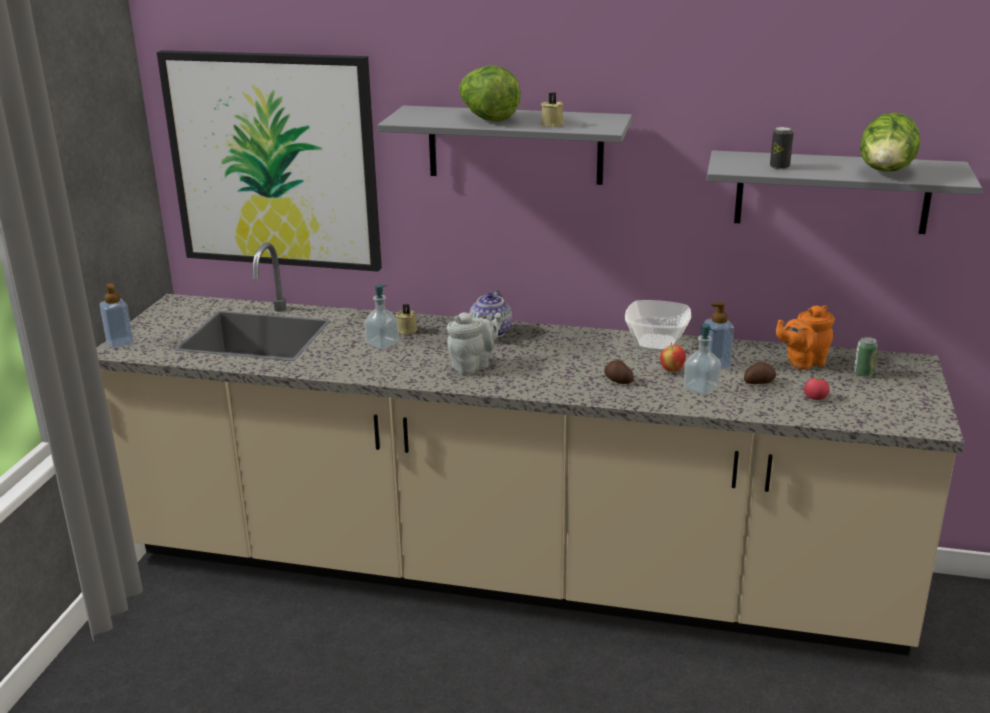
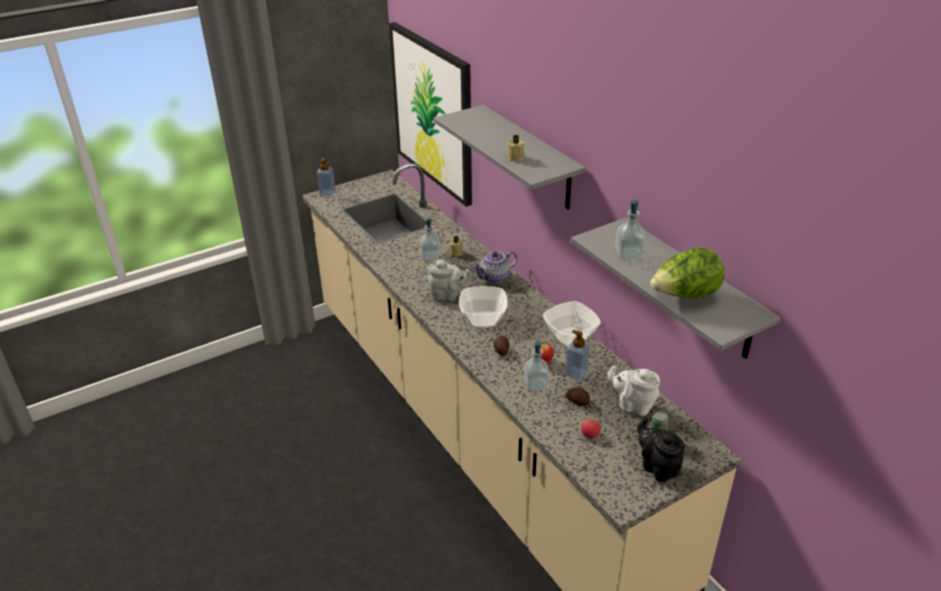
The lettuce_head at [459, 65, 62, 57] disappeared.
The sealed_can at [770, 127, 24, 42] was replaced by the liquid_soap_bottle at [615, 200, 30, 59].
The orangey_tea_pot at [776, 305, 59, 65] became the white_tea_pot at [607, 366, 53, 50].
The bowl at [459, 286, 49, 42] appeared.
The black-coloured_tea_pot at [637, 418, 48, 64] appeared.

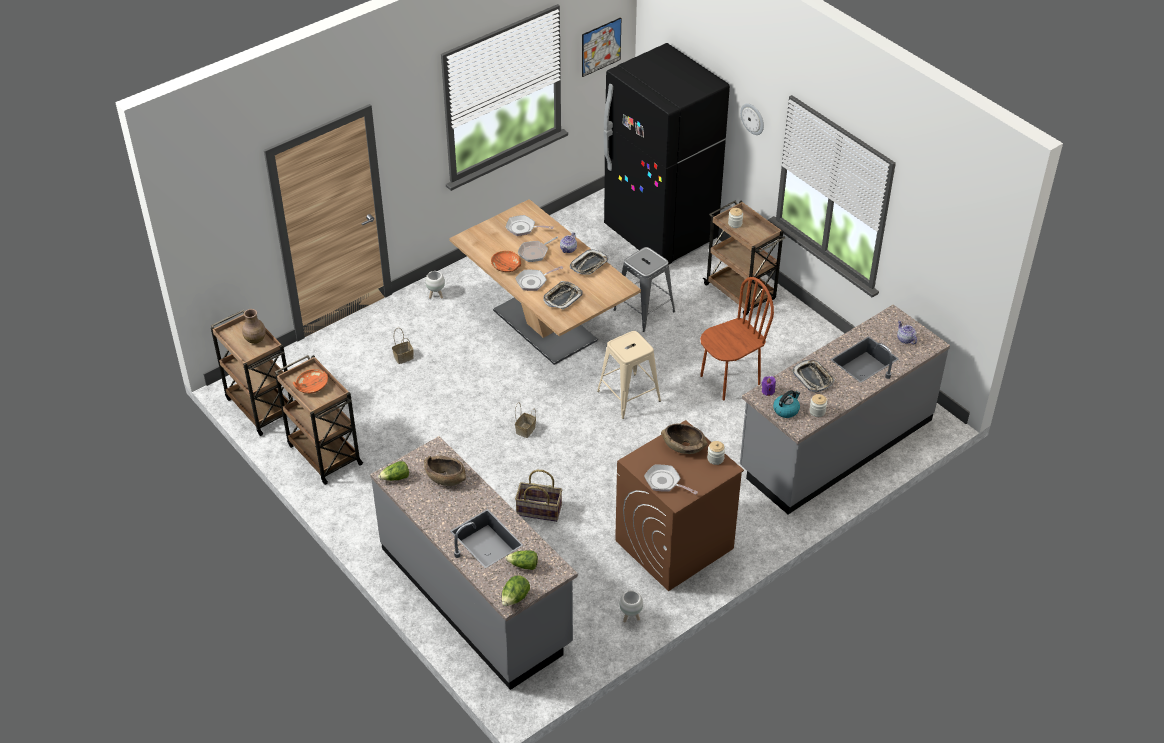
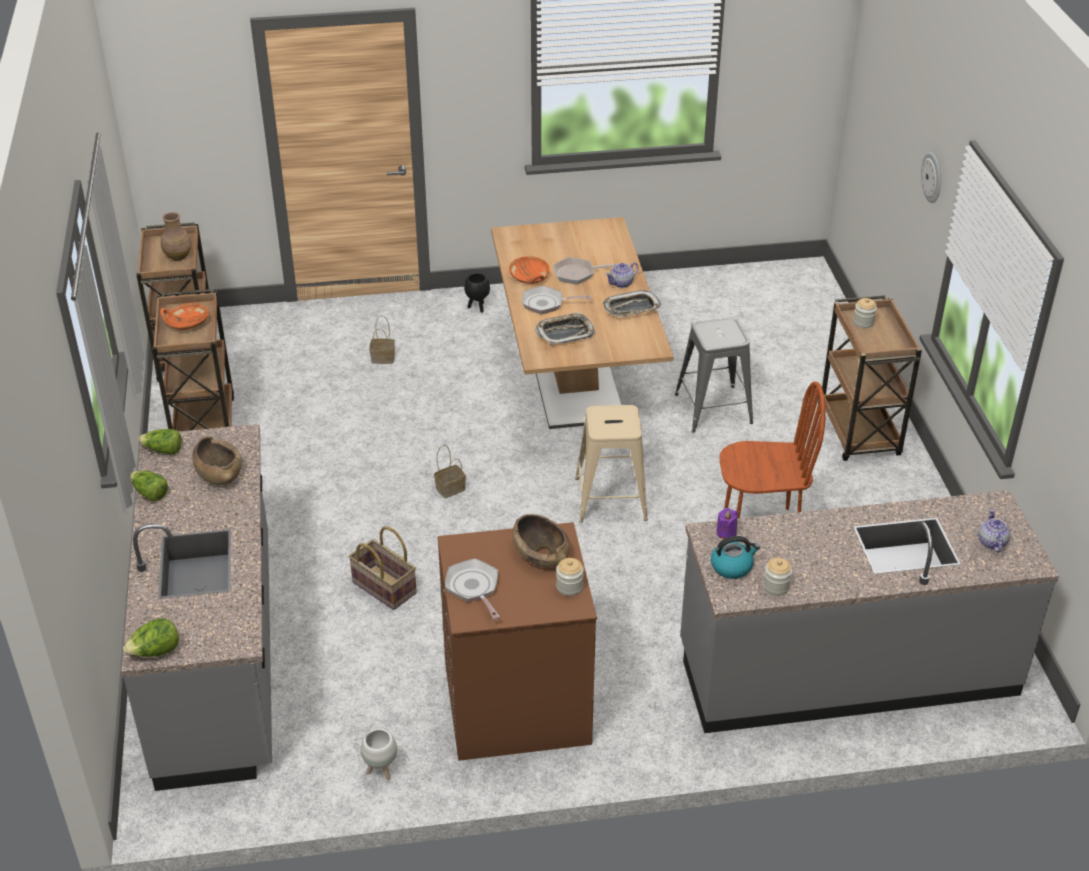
The wall_art at [582, 17, 39, 60] disappeared.
The black-coloured_kitchen_fridge at [604, 43, 126, 221] disappeared.
The skillet at [506, 215, 48, 21] disappeared.
The white_plant_pot at [425, 271, 20, 28] became the black-coloured_plant_pot at [464, 273, 26, 40].
The tray at [792, 360, 43, 33] disappeared.
The lettuce_head moved from [506, 550, 32, 20] to [130, 471, 38, 30].

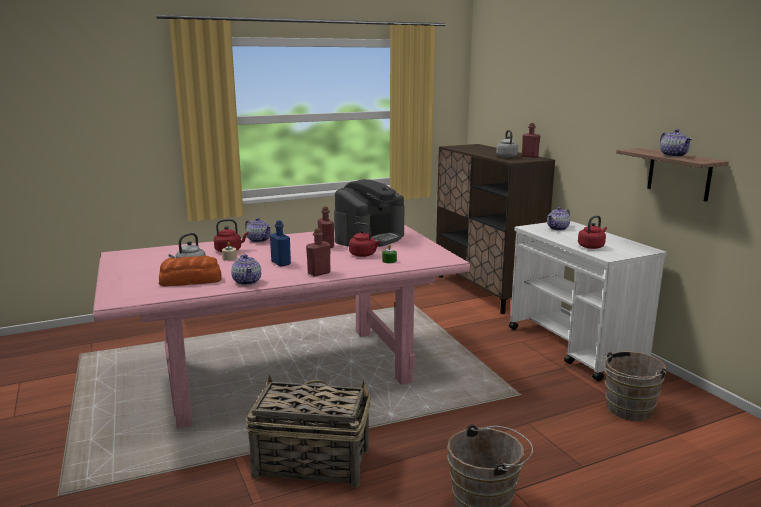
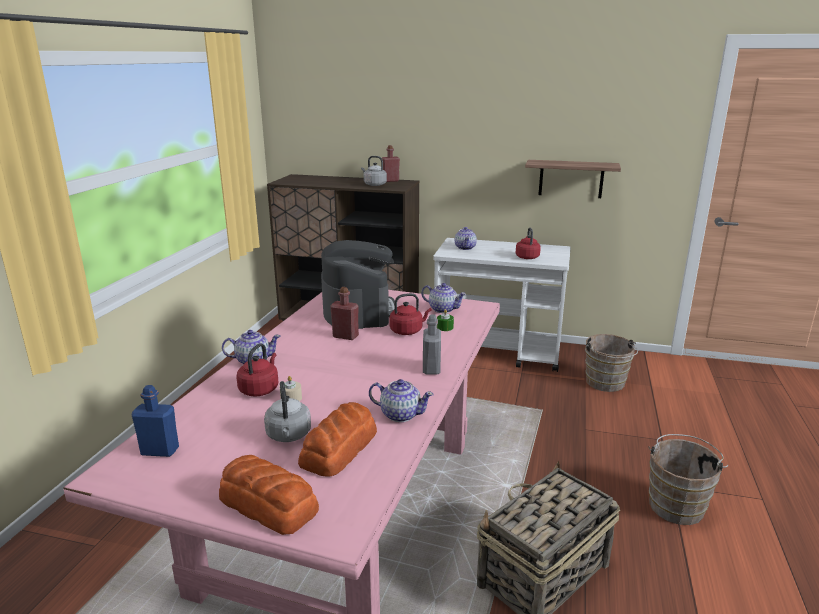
The tea_pot moved from [660, 129, 32, 28] to [421, 283, 45, 30].
The blue-coloured_drink_bottle moved from [270, 220, 21, 46] to [132, 385, 47, 72].
The red_drink_bottle at [306, 228, 25, 48] became the greyish_drink_bottle at [423, 314, 18, 61].
The bakery_bread at [219, 455, 100, 80] appeared.

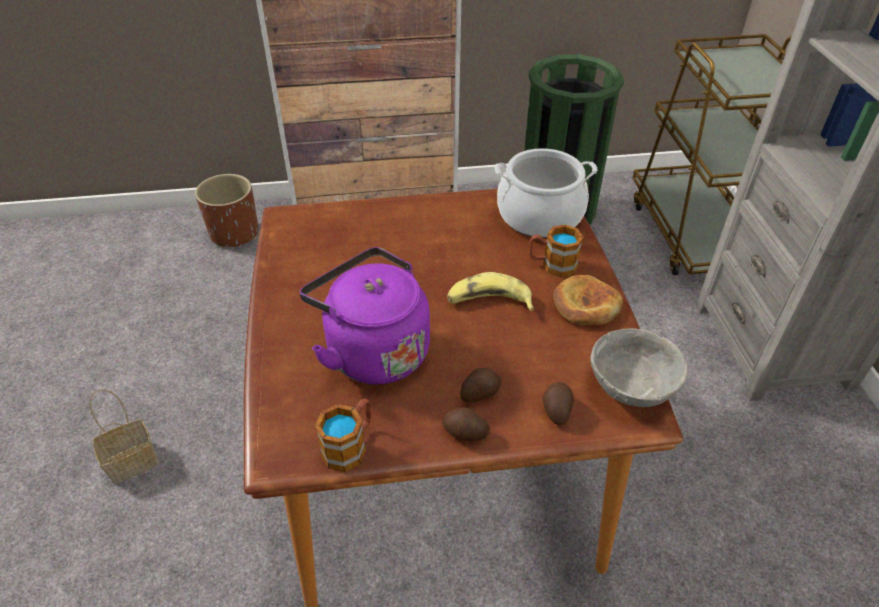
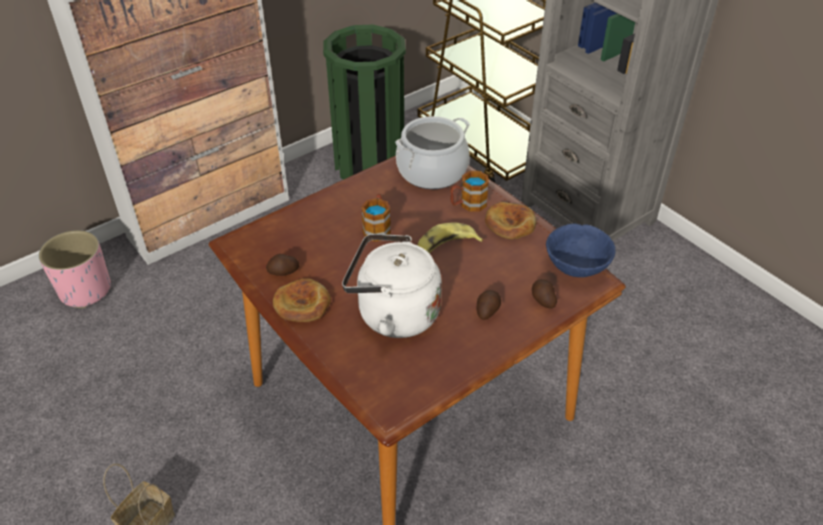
The brown_plant_pot at [195, 174, 64, 74] became the pinkish_plant_pot at [39, 230, 72, 78].
The purplish_tea_kettle at [300, 247, 130, 137] became the white_tea_kettle at [342, 234, 100, 104].
The greyish_bowl at [590, 328, 98, 79] became the blue-coloured_bowl at [546, 224, 70, 53].
The coffee_mug moved from [315, 398, 56, 74] to [361, 194, 30, 48].
The whole_potato moved from [443, 408, 47, 33] to [266, 254, 34, 22].
The bakery_bread at [273, 278, 58, 44] appeared.

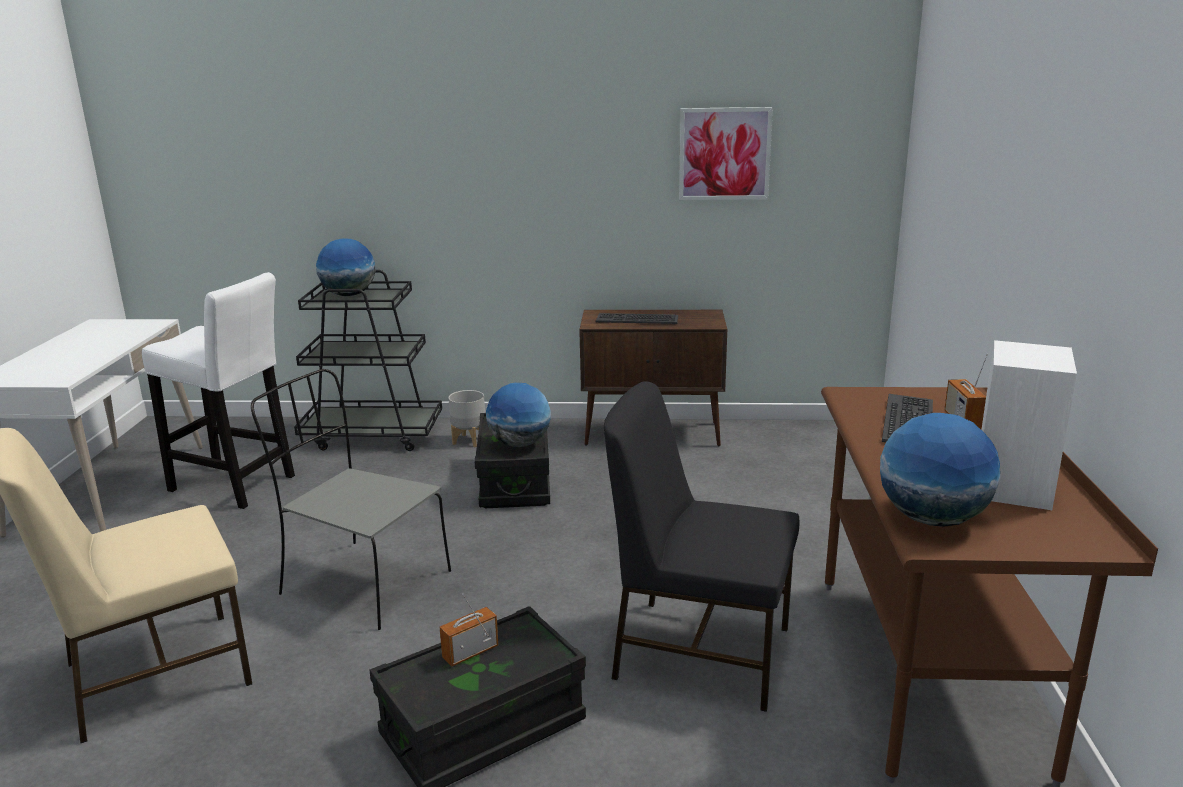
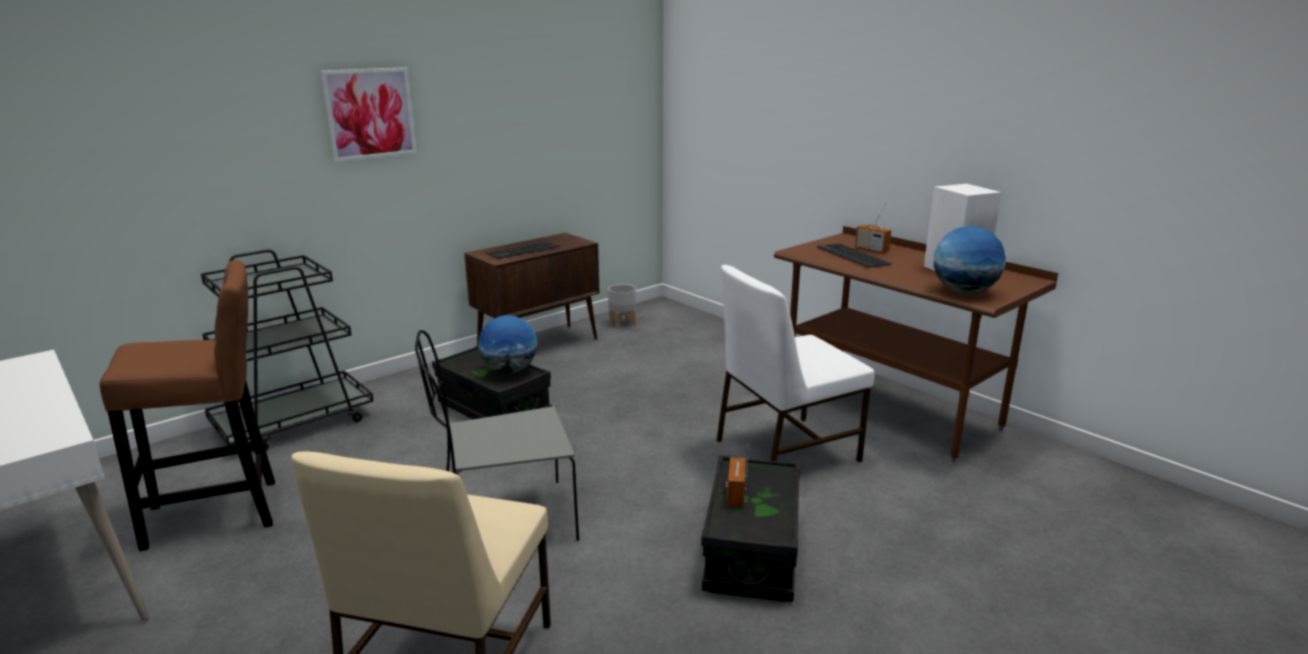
The wall_art moved from [679, 107, 94, 93] to [320, 67, 97, 95].
The world_globe at [316, 238, 60, 58] disappeared.
The white_stool_seat at [142, 272, 153, 237] became the brown_stool_seat at [100, 260, 175, 291].
The black-coloured_chair at [604, 381, 195, 331] became the white_chair at [717, 265, 157, 197].
The greyish_plant_pot moved from [448, 390, 37, 57] to [608, 284, 28, 45].

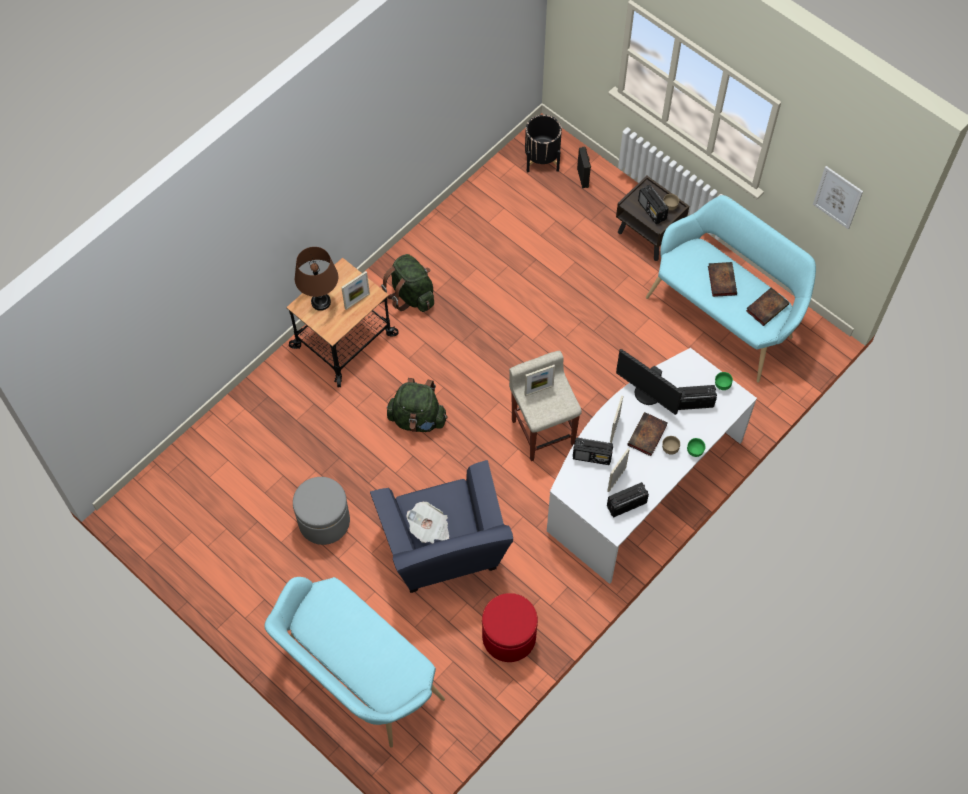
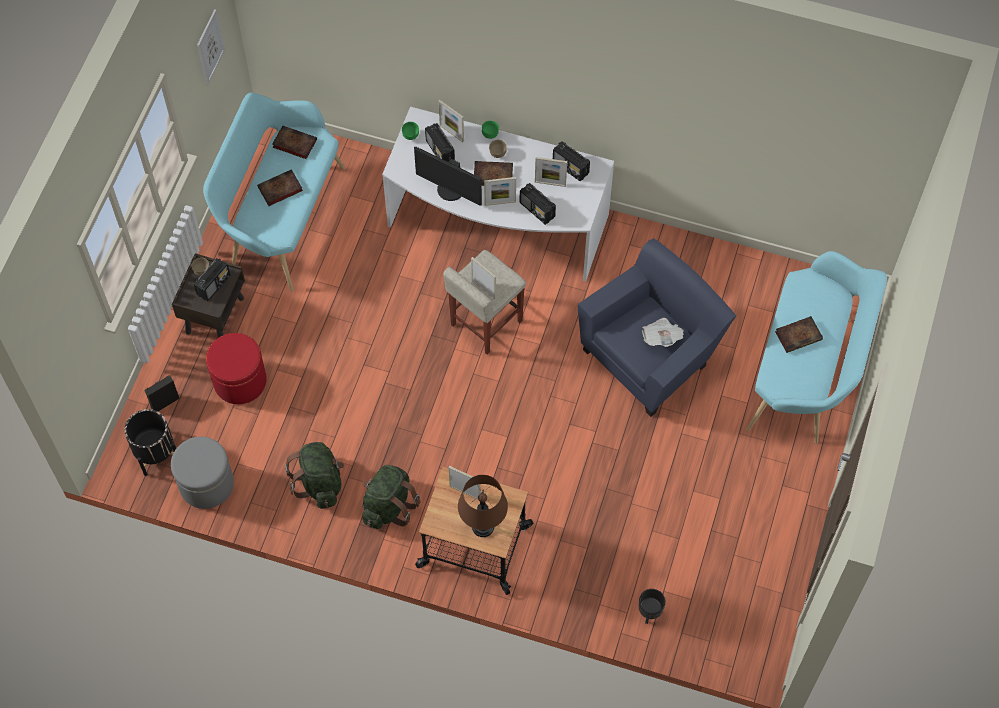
The computer_display at [616, 349, 66, 66] turned 105 degrees clockwise.
The green_knapsack moved from [387, 378, 61, 54] to [285, 442, 59, 67].
The radio_set at [573, 437, 40, 28] turned 150 degrees clockwise.
The greyish_ottoman moved from [293, 477, 57, 68] to [171, 437, 63, 72].
The red_ottoman moved from [482, 593, 56, 69] to [206, 333, 61, 71].
The standing_frame at [438, 100, 26, 42] appeared.
The book at [775, 316, 48, 37] appeared.
The black-coloured_plant_pot at [639, 589, 27, 35] appeared.

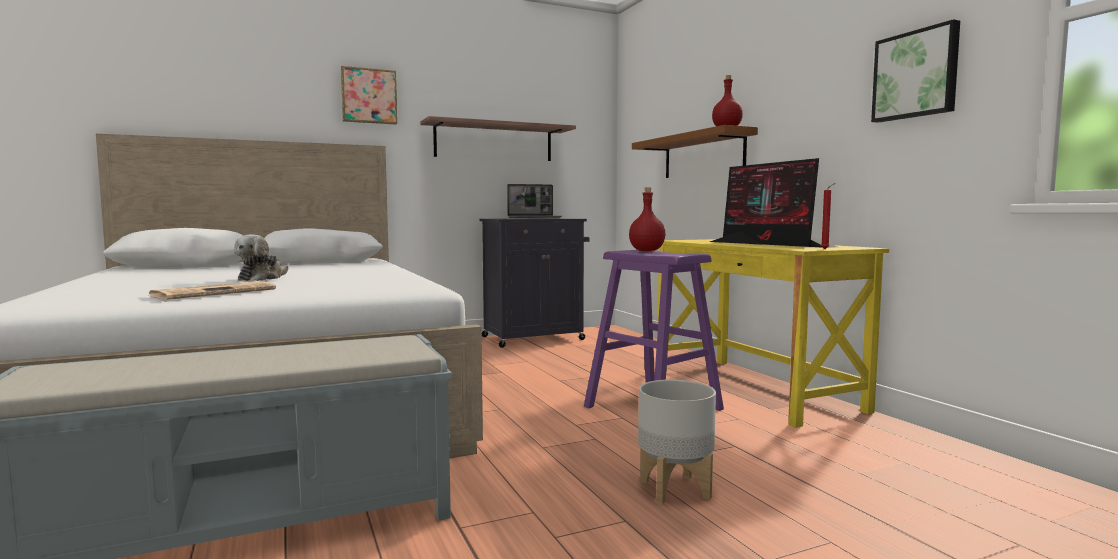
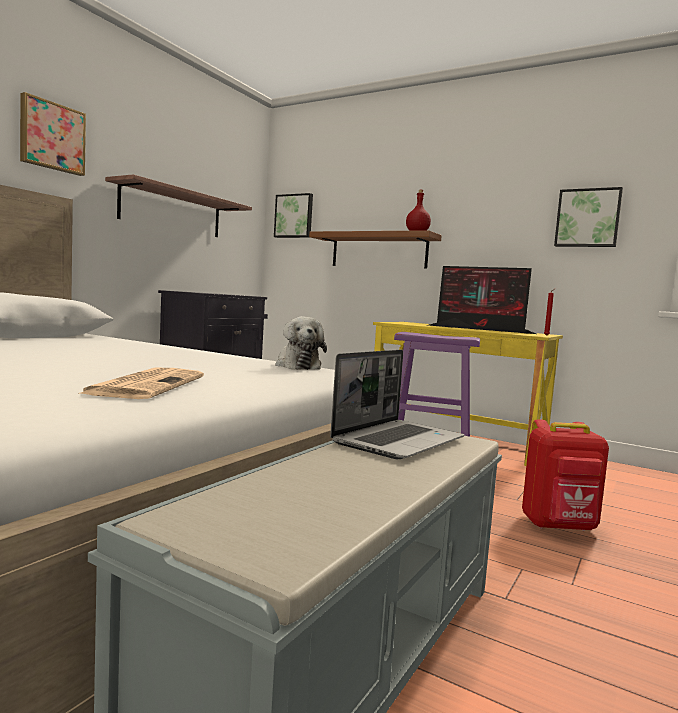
The laptop moved from [507, 184, 55, 34] to [330, 350, 134, 109].
The red_drink_bottle at [629, 187, 36, 64] disappeared.
The cuddly_toy moved from [234, 234, 54, 47] to [275, 316, 52, 54].
The greyish_plant_pot at [638, 380, 78, 124] was replaced by the red_knapsack at [522, 419, 87, 112].
The wall_art at [274, 193, 39, 45] appeared.

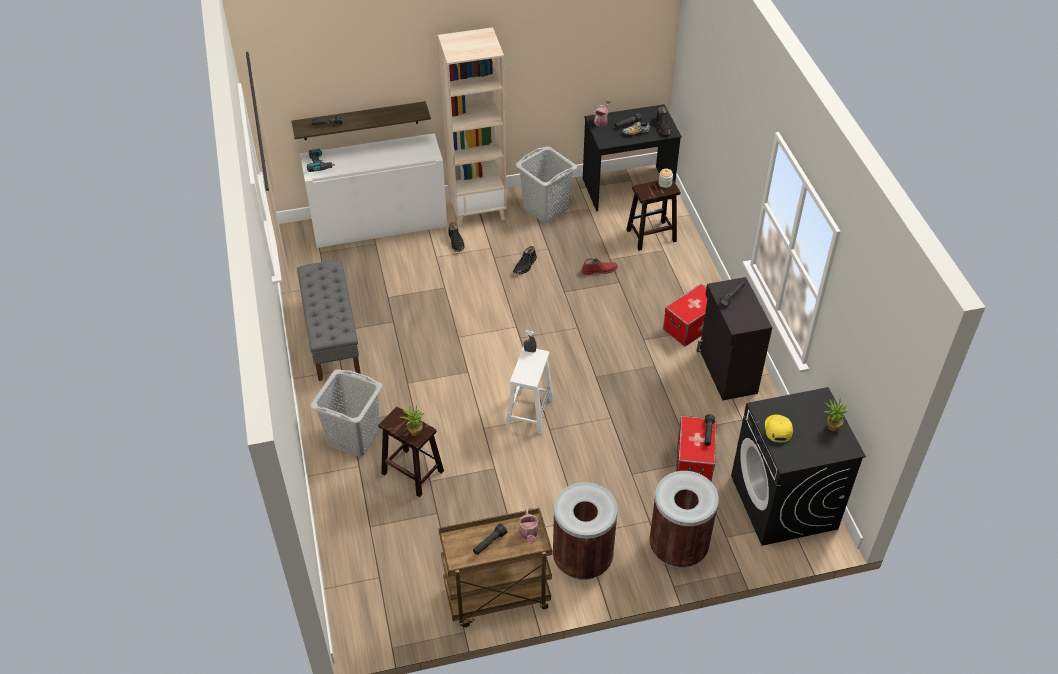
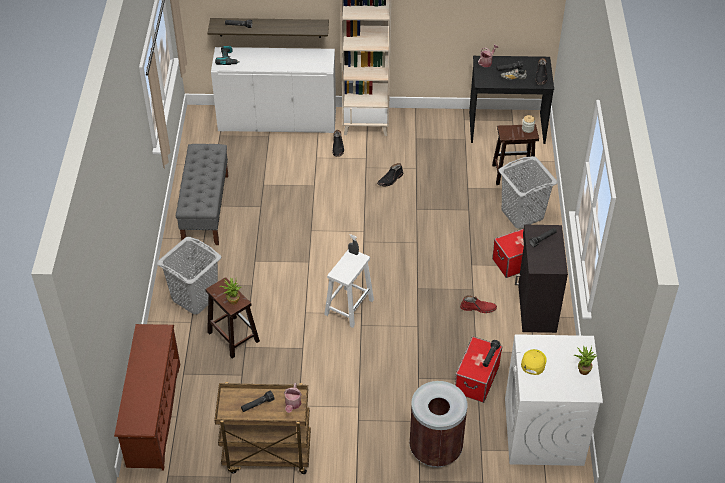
The greyish_hamper moved from [515, 146, 62, 77] to [499, 156, 59, 73].
The red_boot moved from [582, 258, 36, 17] to [460, 295, 37, 18].
The black-coloured_washing_machine at [731, 387, 135, 159] became the white_washing_machine at [505, 334, 98, 132].
The brown_rubbish_bin at [553, 482, 65, 98] disappeared.
The brown_shoe_stand at [114, 324, 66, 146] appeared.

